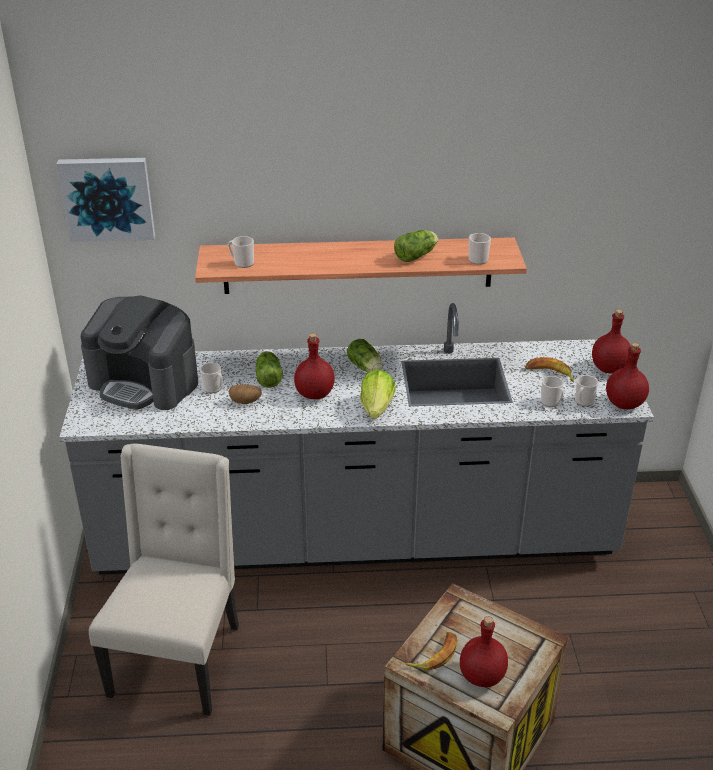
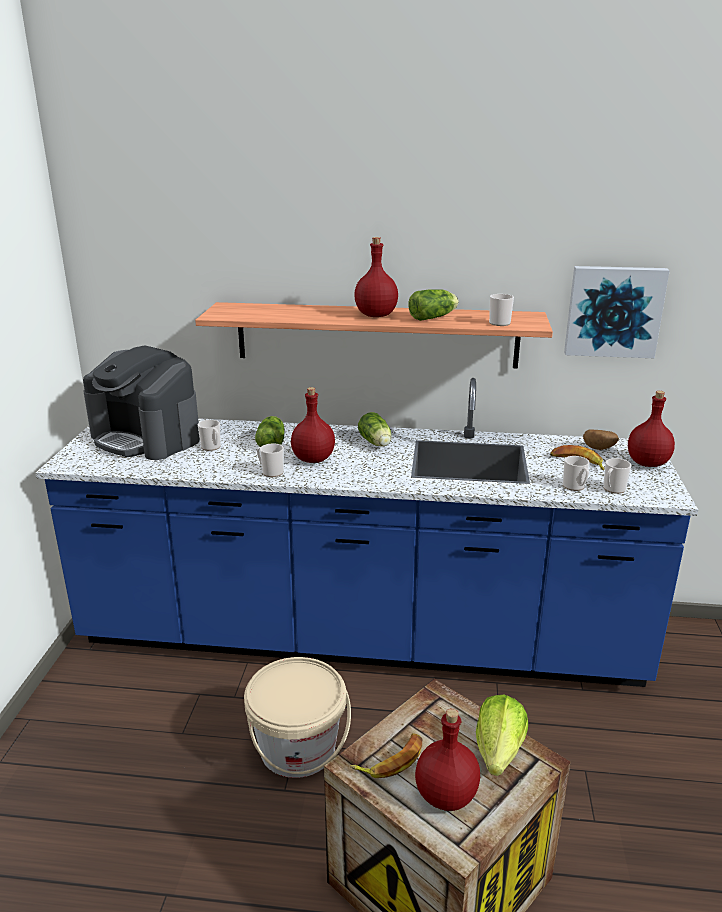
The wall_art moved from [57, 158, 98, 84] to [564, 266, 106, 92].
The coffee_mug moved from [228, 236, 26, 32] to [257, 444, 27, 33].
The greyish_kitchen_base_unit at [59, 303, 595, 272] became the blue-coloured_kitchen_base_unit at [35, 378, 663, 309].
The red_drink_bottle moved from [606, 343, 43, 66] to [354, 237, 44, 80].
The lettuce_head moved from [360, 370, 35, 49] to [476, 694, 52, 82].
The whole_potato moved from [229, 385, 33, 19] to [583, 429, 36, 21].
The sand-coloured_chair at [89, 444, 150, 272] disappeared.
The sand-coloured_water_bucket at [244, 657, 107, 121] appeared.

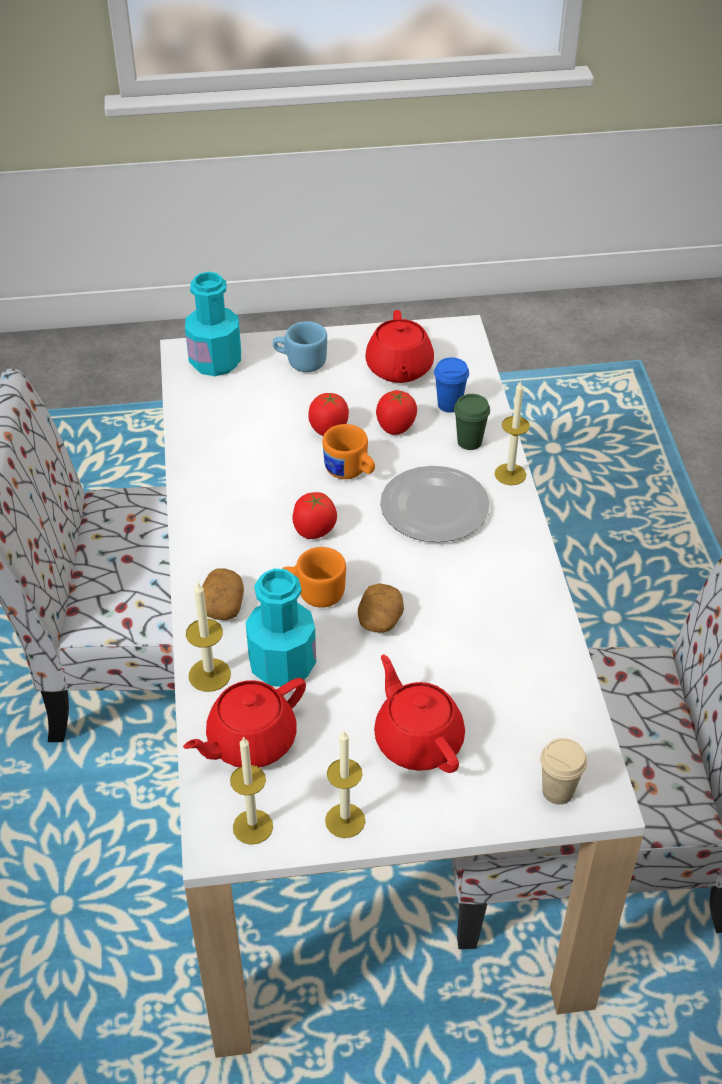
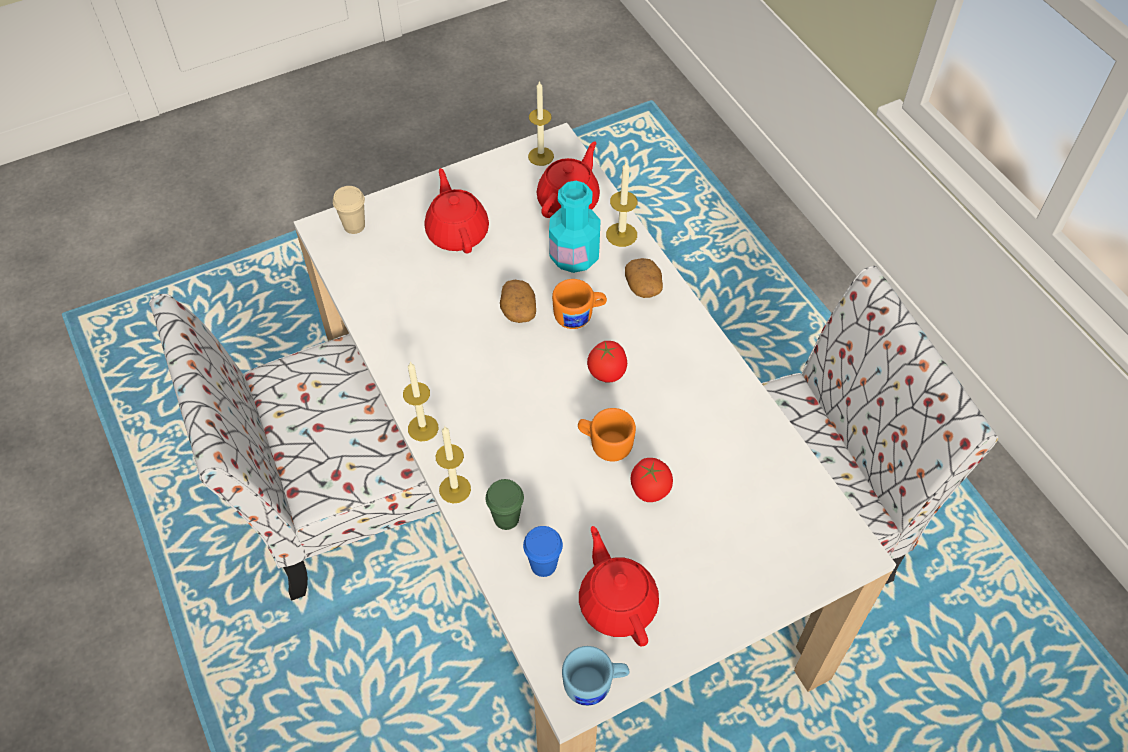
The turquoise_drink_bottle at [185, 272, 56, 104] disappeared.
The blue-coloured_coffee_mug moved from [273, 321, 54, 51] to [562, 646, 67, 60].
The tomato at [376, 390, 41, 45] disappeared.
The dinner_plate at [380, 466, 110, 76] disappeared.
The red_tea_pot at [374, 655, 91, 118] turned 150 degrees counterclockwise.
The wax_candle moved from [325, 731, 40, 107] to [403, 362, 35, 79].

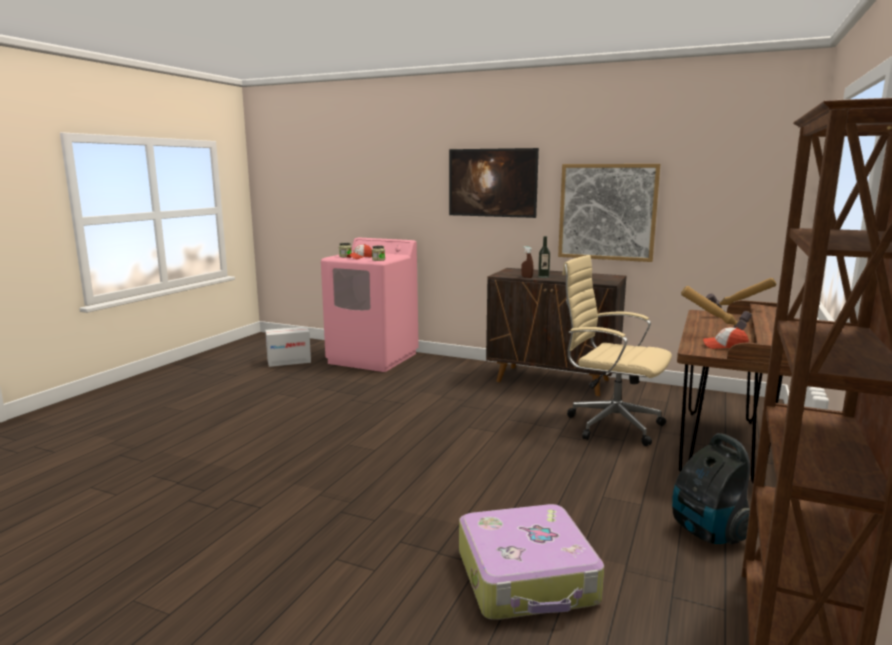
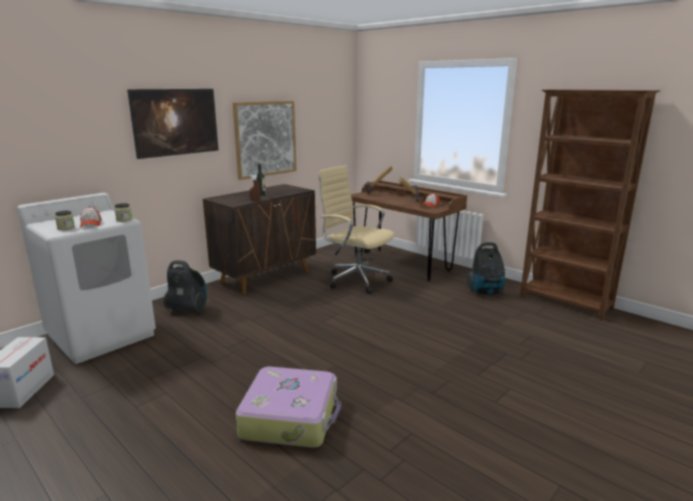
The pinkish_washing_machine at [321, 238, 98, 134] became the white_washing_machine at [17, 193, 139, 171].
The sand-coloured_computer_chair at [562, 255, 110, 191] turned 75 degrees clockwise.
The travel_case moved from [459, 504, 145, 116] to [236, 367, 105, 81].
The hoover at [163, 260, 44, 54] appeared.

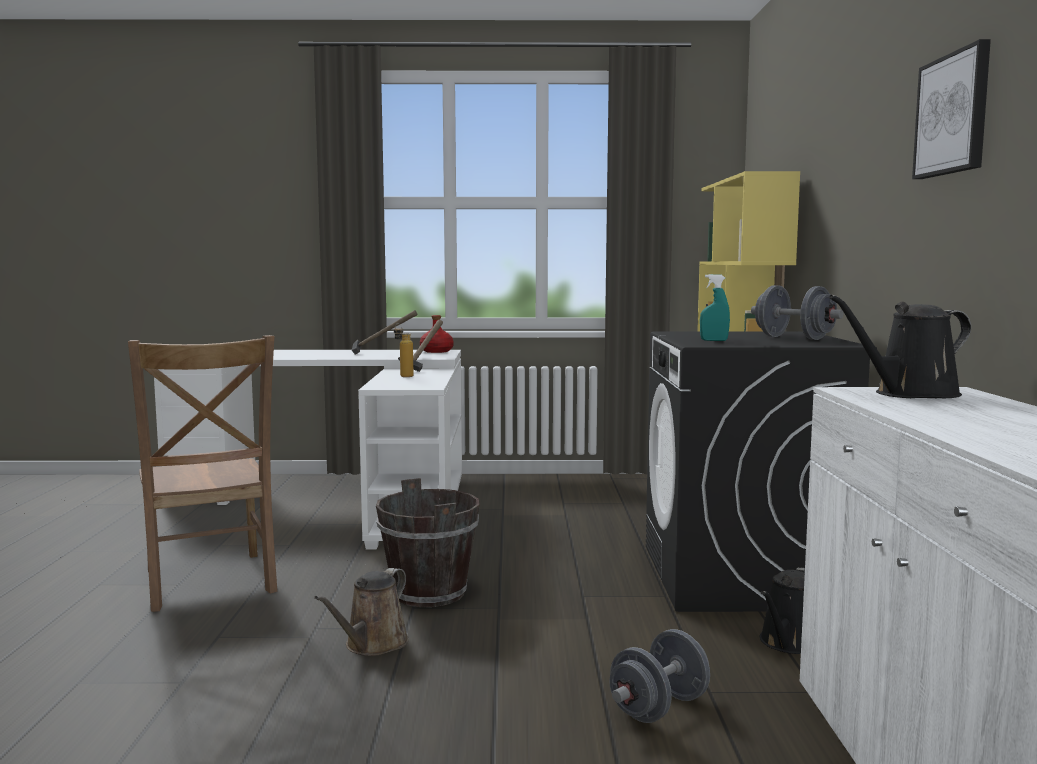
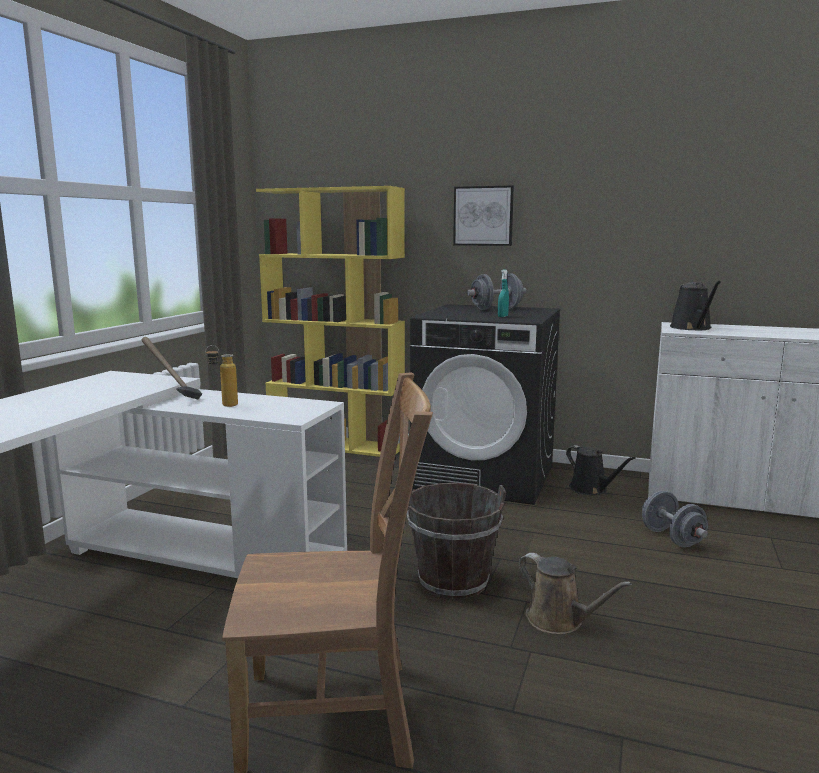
The wall_art moved from [912, 39, 79, 140] to [453, 185, 61, 61].
The hand_hammer at [352, 310, 65, 45] disappeared.
The red_drink_bottle at [420, 315, 34, 38] disappeared.

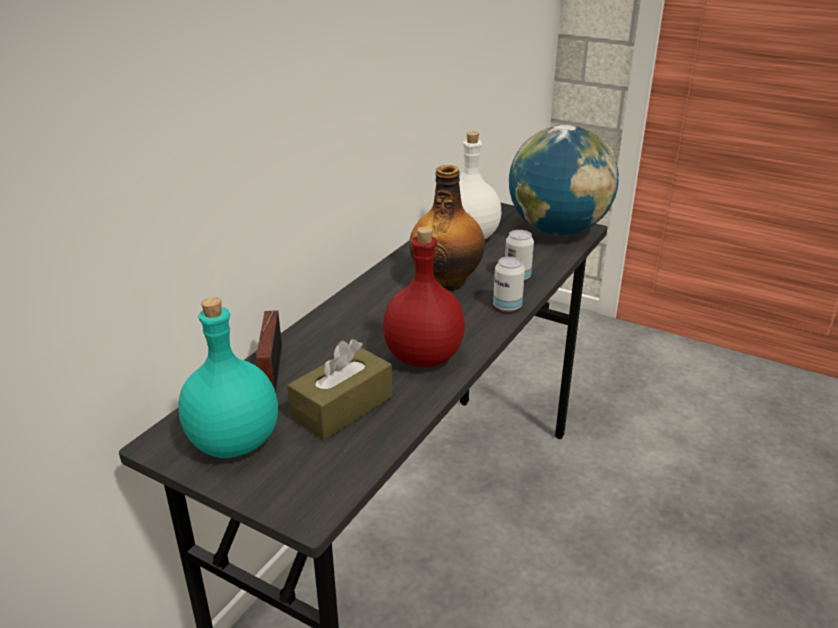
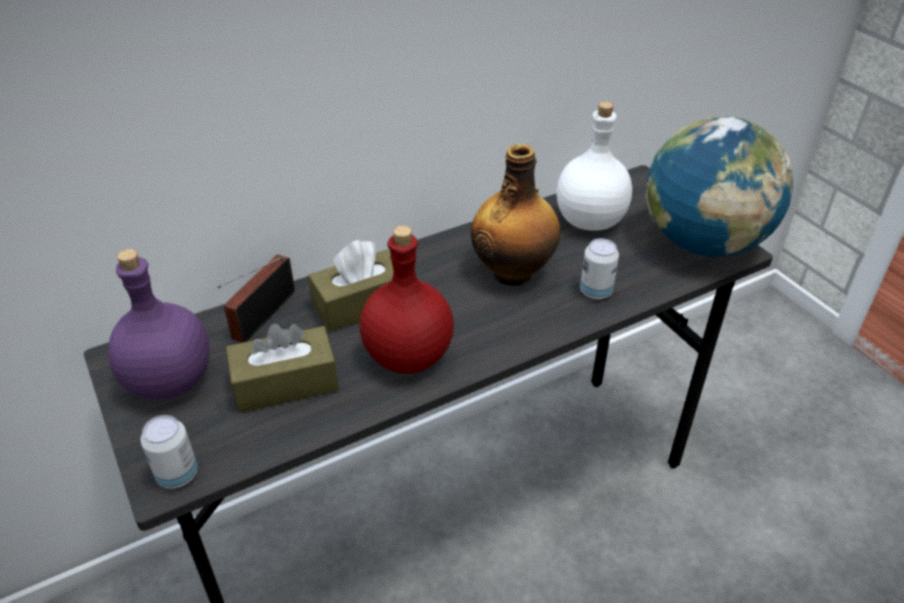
The sealed_can moved from [493, 256, 32, 56] to [141, 415, 57, 74].
The turquoise_drink_bottle at [178, 297, 100, 161] became the purplish_drink_bottle at [108, 249, 102, 151].
The brown_tissue_box at [308, 240, 85, 92] appeared.

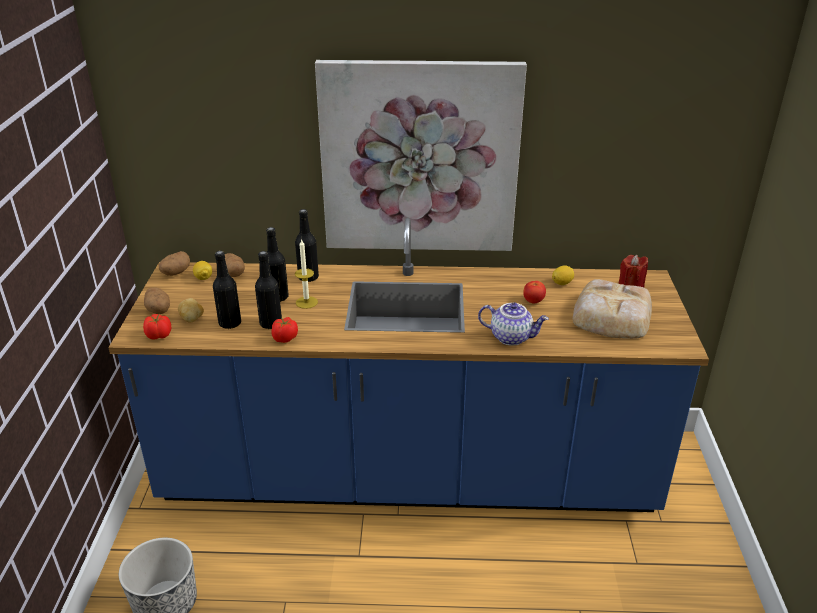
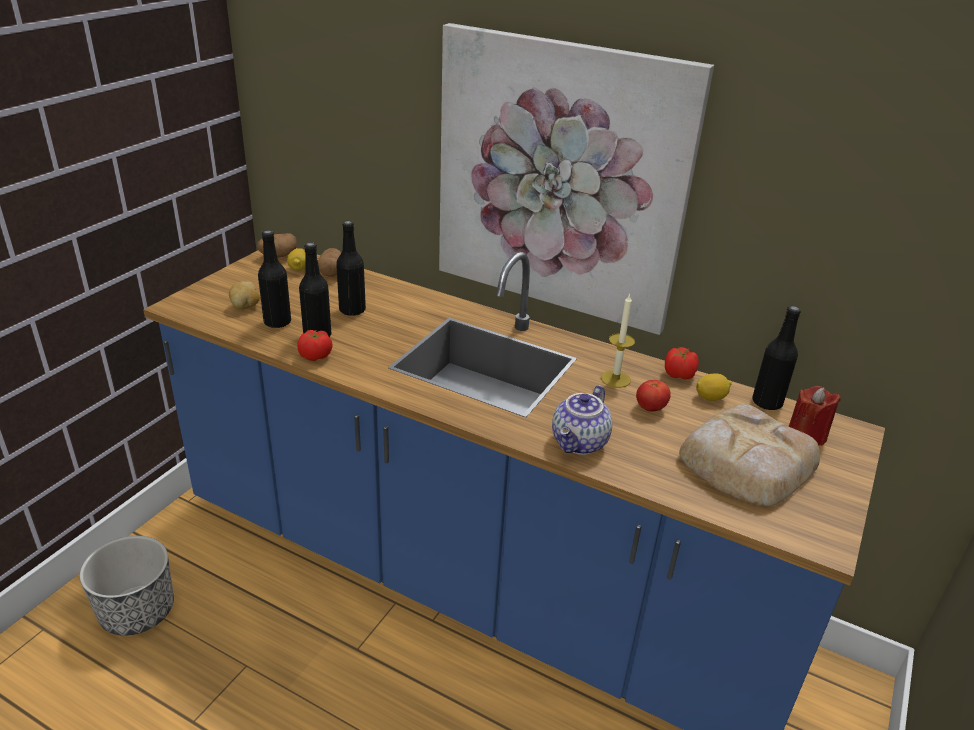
The black-coloured_drink_bottle moved from [295, 209, 24, 73] to [752, 306, 49, 104].
The wax_candle moved from [295, 239, 23, 70] to [601, 293, 34, 95].
The whole_potato at [144, 287, 26, 27] disappeared.
The tea_pot at [478, 302, 71, 44] turned 75 degrees clockwise.
The tomato moved from [143, 314, 28, 26] to [665, 347, 34, 33].

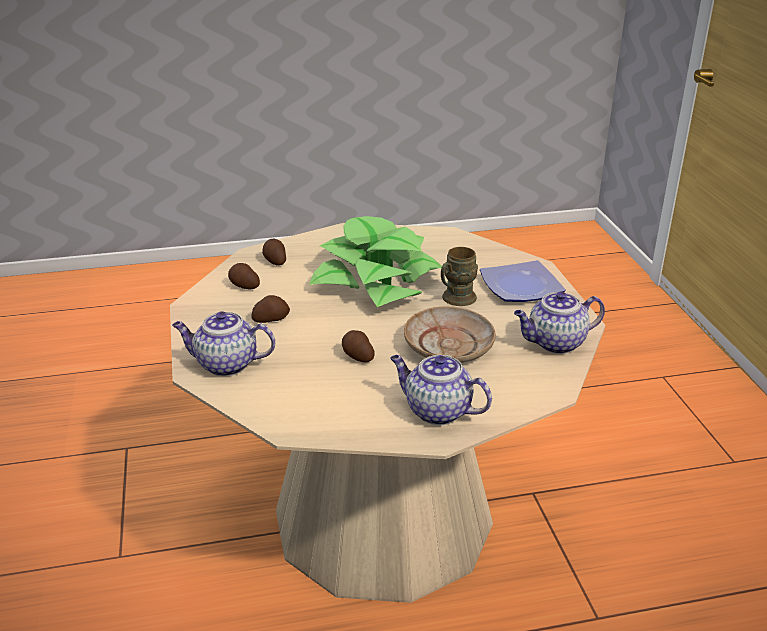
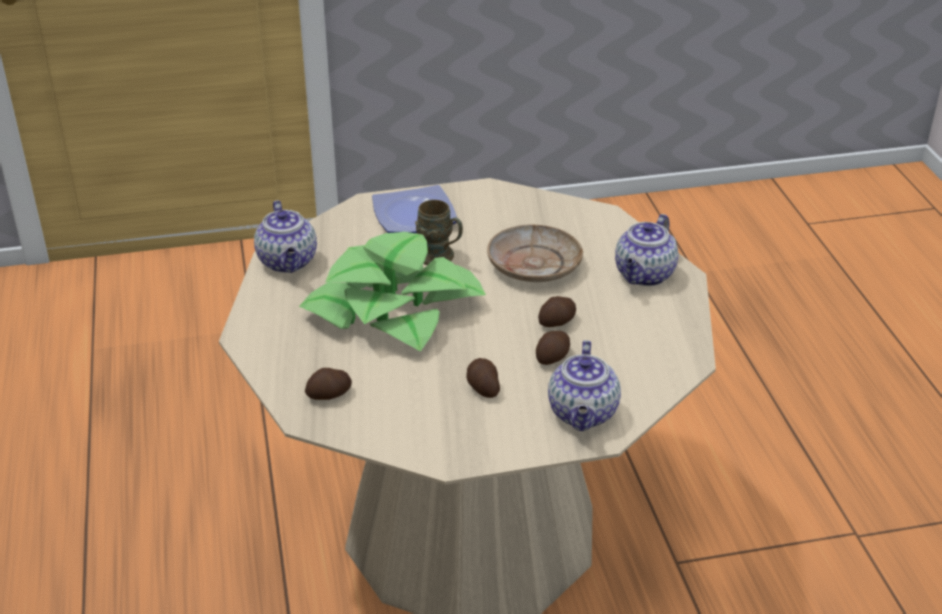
The whole_potato moved from [228, 263, 32, 26] to [536, 331, 34, 34].
The tea_pot moved from [514, 291, 91, 63] to [254, 200, 63, 73].

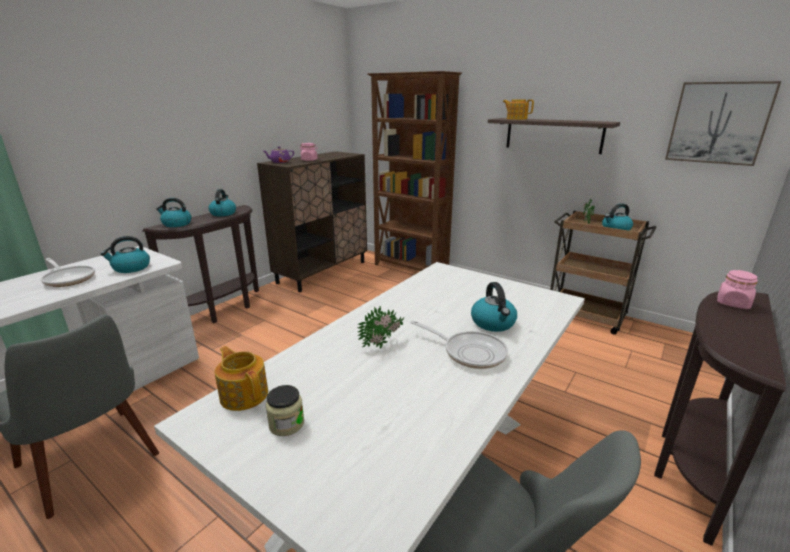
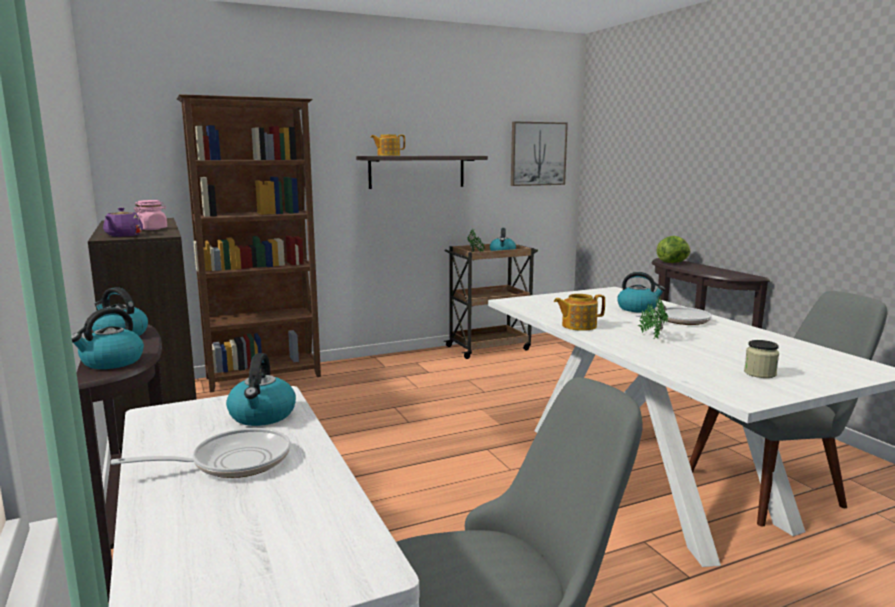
The pinkish_jar at [717, 270, 41, 39] was replaced by the lettuce_head at [657, 236, 34, 27].
The tea_pot moved from [215, 346, 53, 65] to [554, 294, 51, 37].

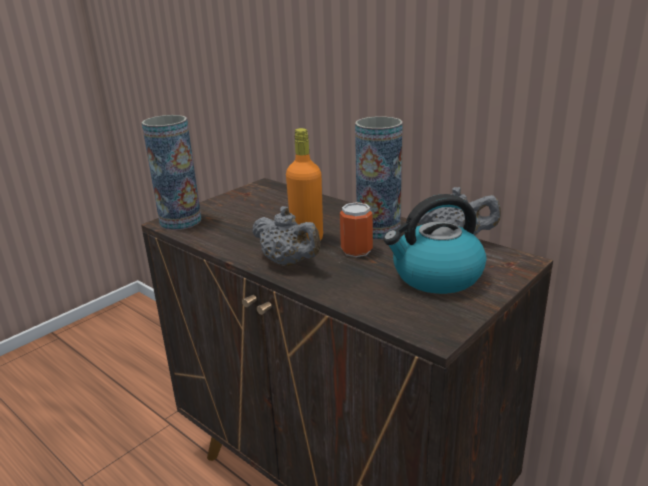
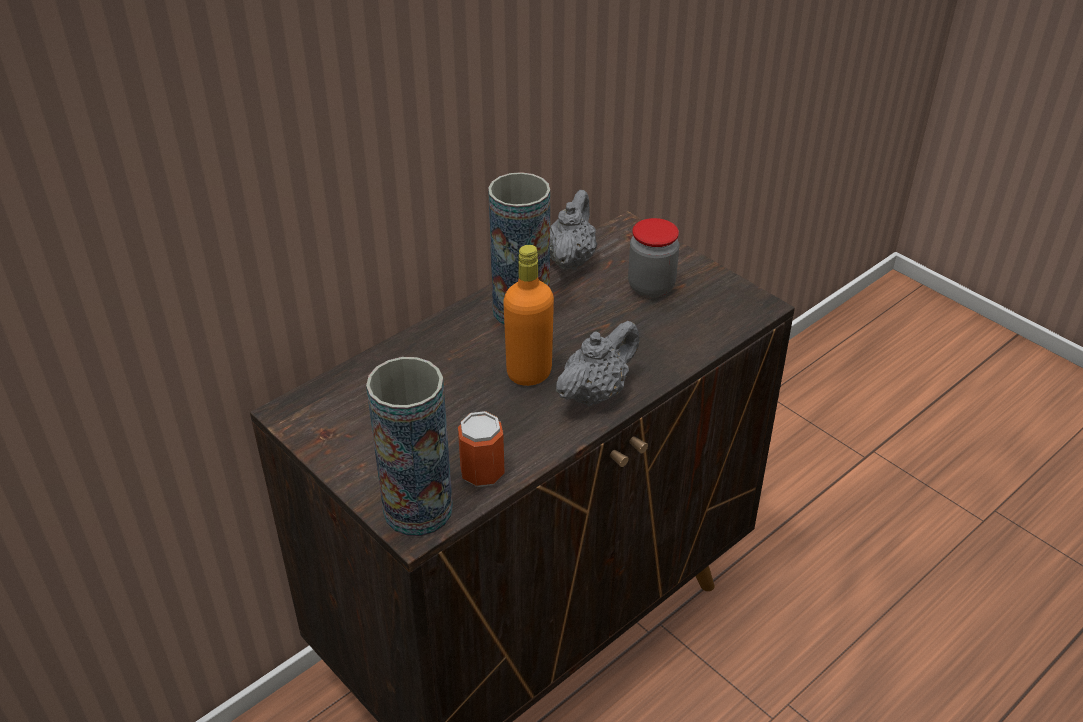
The tea_kettle at [383, 194, 103, 100] was replaced by the jar at [628, 218, 51, 80].
The sealed_can moved from [340, 202, 33, 55] to [458, 411, 47, 76].

